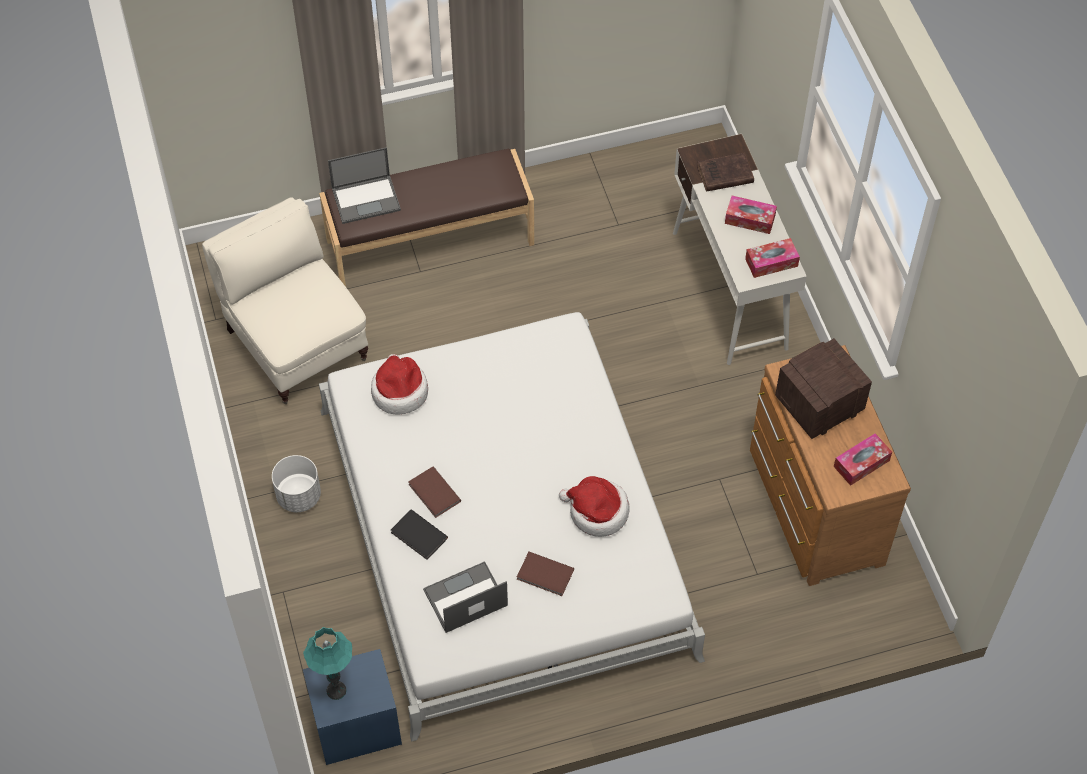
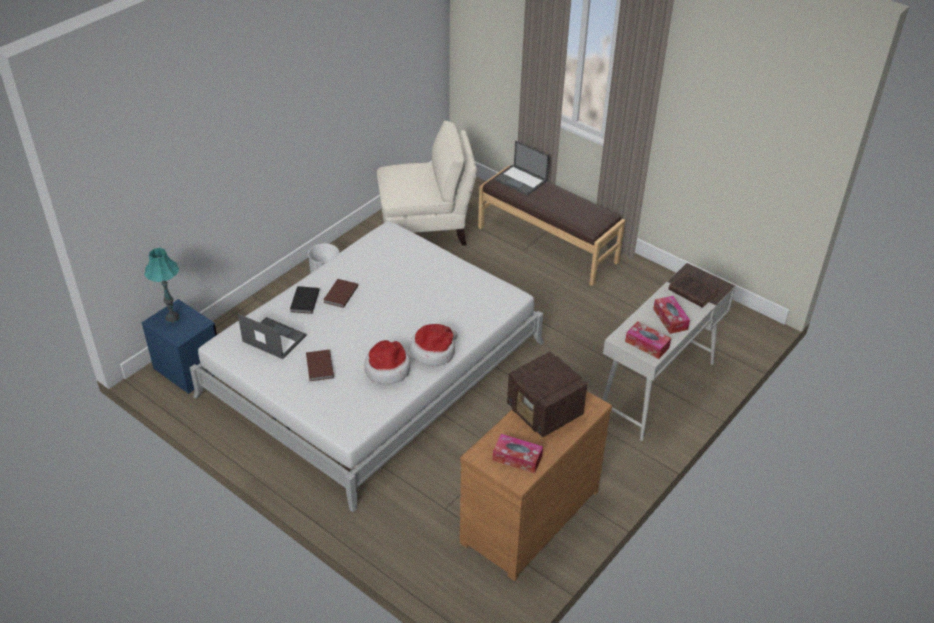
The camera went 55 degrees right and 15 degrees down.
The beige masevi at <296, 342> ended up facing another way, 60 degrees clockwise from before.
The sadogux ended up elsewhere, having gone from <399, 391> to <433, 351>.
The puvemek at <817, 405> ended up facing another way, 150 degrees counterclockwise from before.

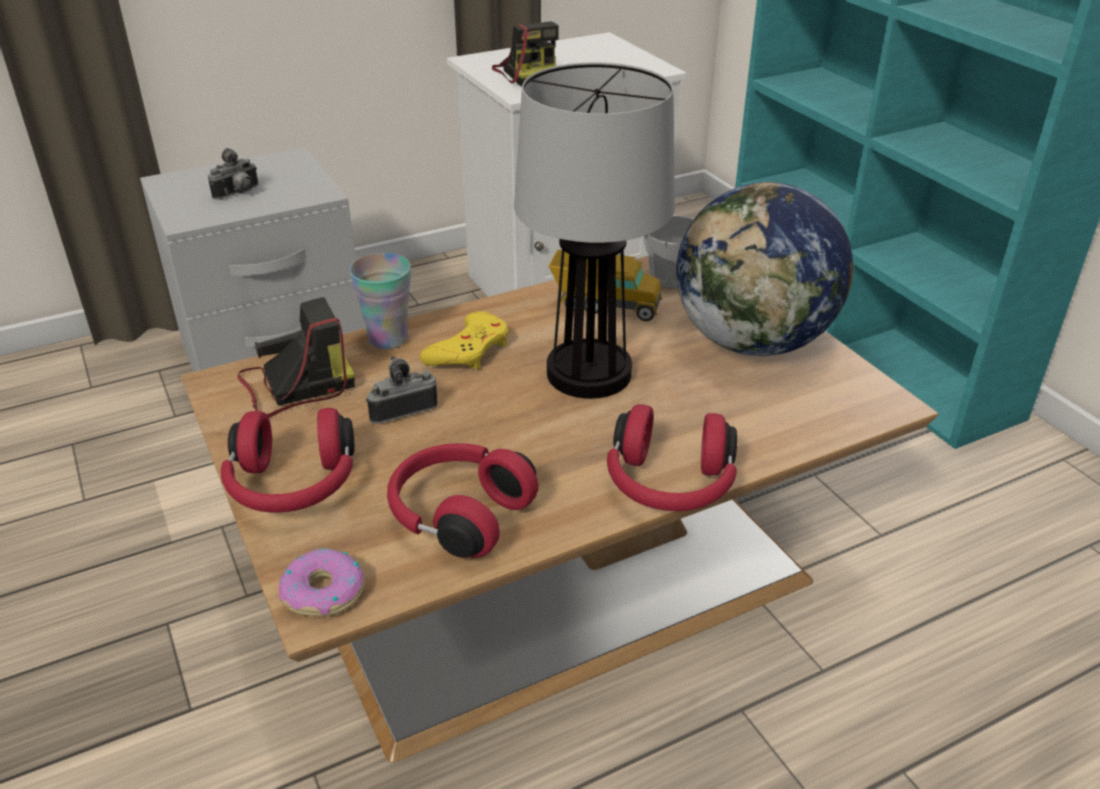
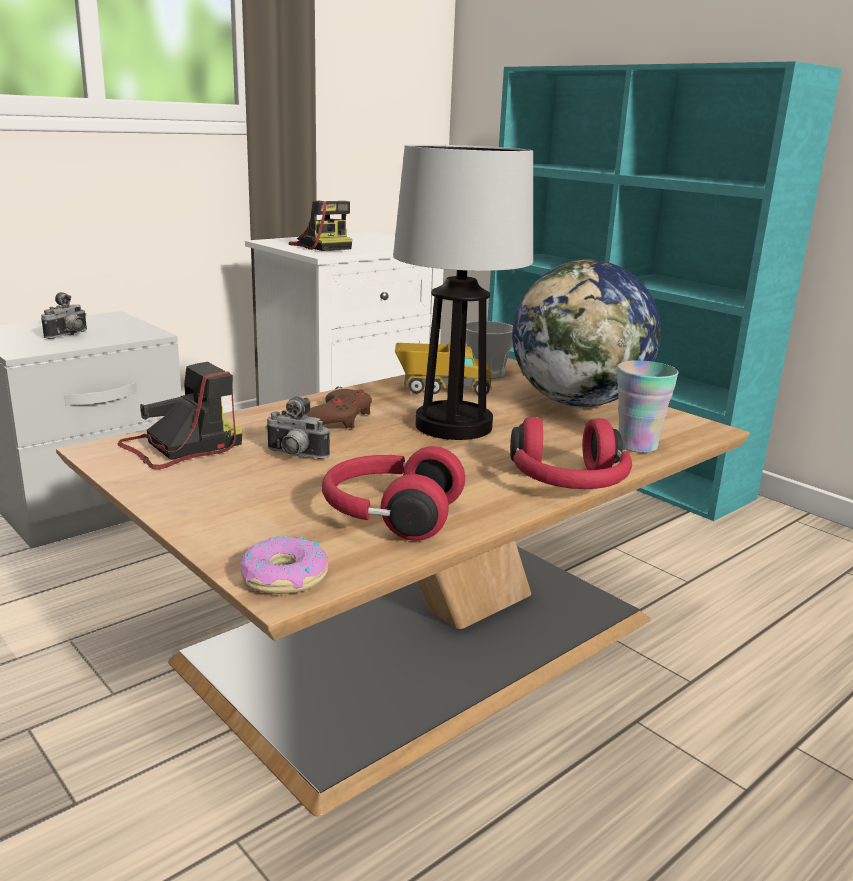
The camera went 15 degrees left and 15 degrees down.
The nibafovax at <401, 409> ended up facing another way, 120 degrees counterclockwise from before.
What was the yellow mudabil at <469, 350> turned into the brown mudabil at <337, 418>.
The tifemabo ended up elsewhere, having gone from <388, 339> to <637, 446>.
The second view lost the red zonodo at <292, 486>.

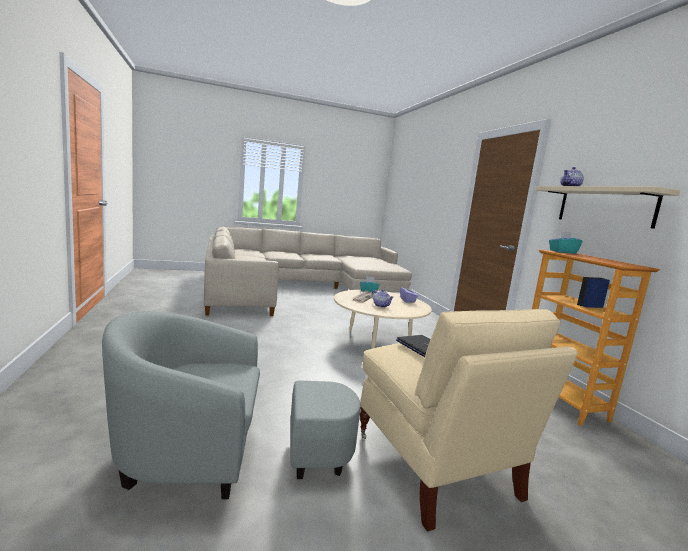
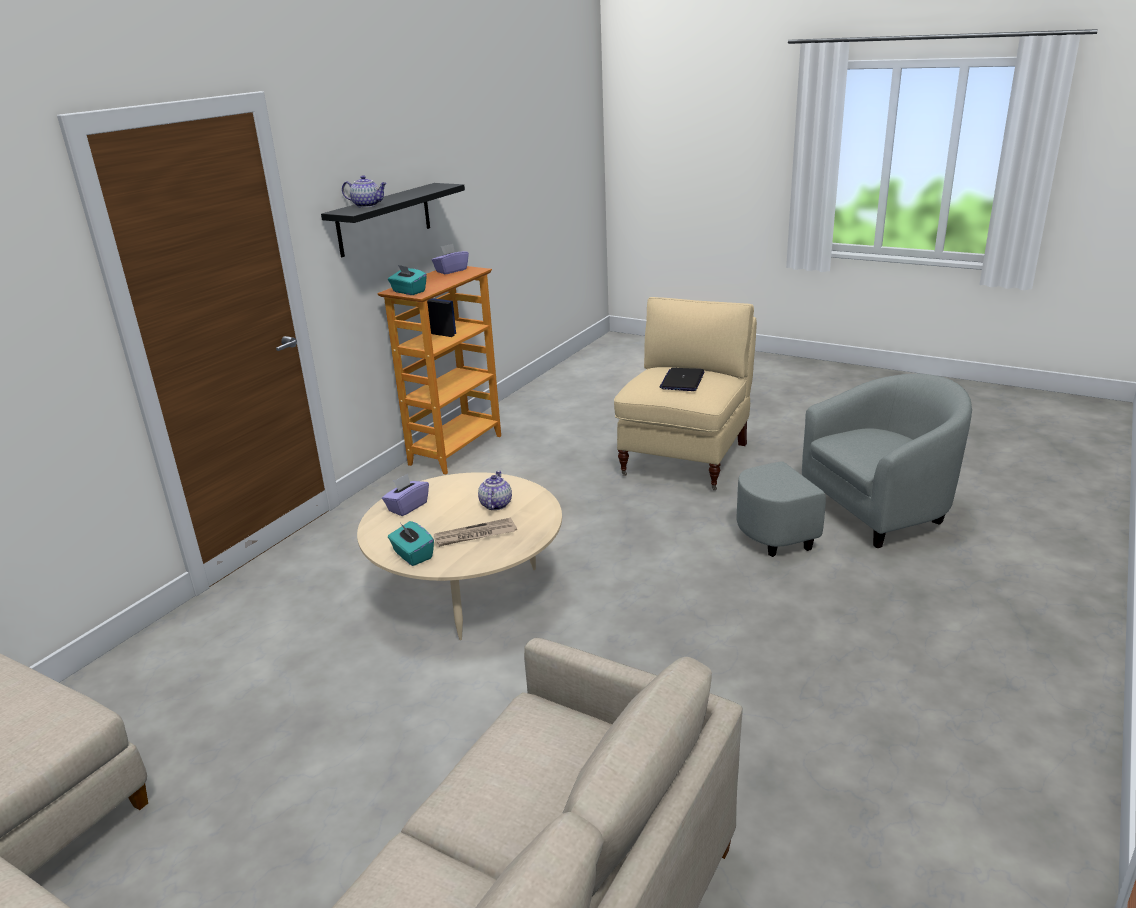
The camera went 130 degrees left and 15 degrees up.
What was the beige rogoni at <605, 206> turned into the black rogoni at <384, 219>.
The second view gained the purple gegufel at <451, 271>.
The grey masevi at <221, 456> ended up facing another way, 60 degrees counterclockwise from before.

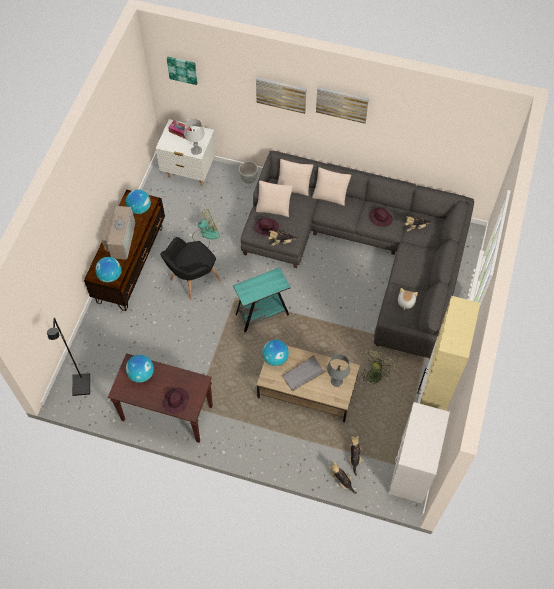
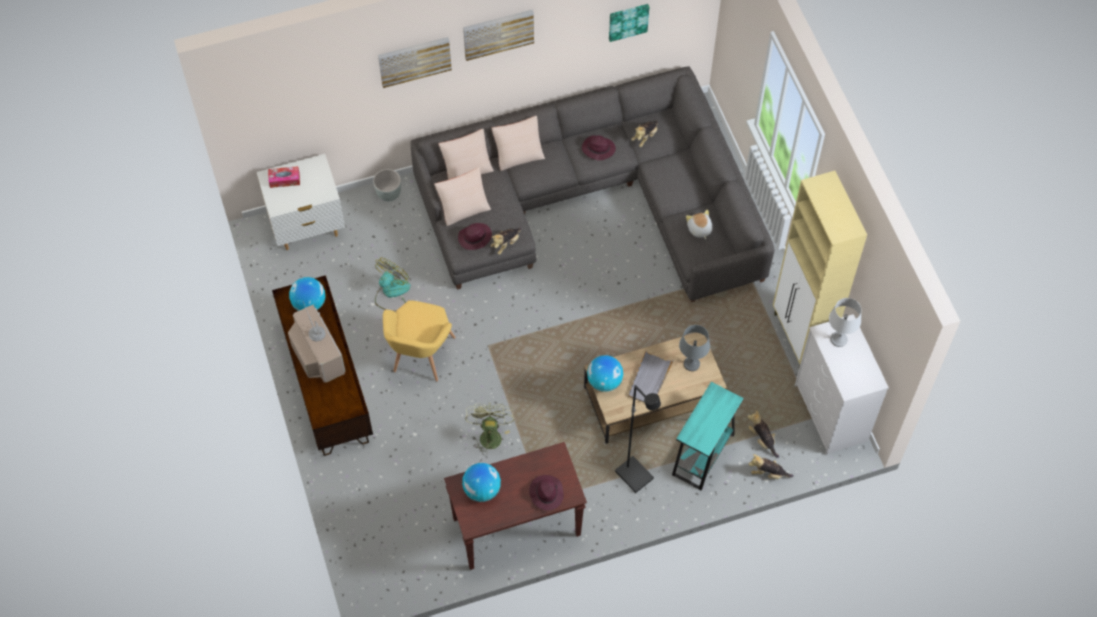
The camera went 35 degrees left and 0 degrees up.
What was the black masevi at <192, 281> turned into the yellow masevi at <420, 358>.
The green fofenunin ended up elsewhere, having gone from <375, 373> to <489, 434>.
The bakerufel ended up elsewhere, having gone from <182, 69> to <628, 21>.
The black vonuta ended up elsewhere, having gone from <82, 385> to <635, 475>.
The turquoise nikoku ended up elsewhere, having gone from <262, 314> to <703, 454>.
The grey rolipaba ended up elsewhere, having gone from <196, 150> to <839, 339>.
The second view lost the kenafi at <110, 276>.

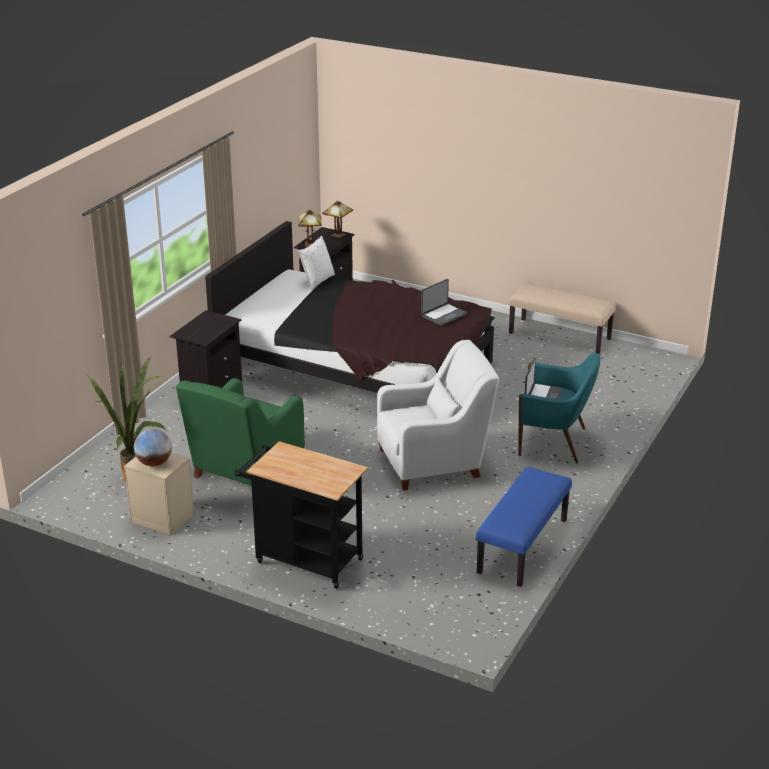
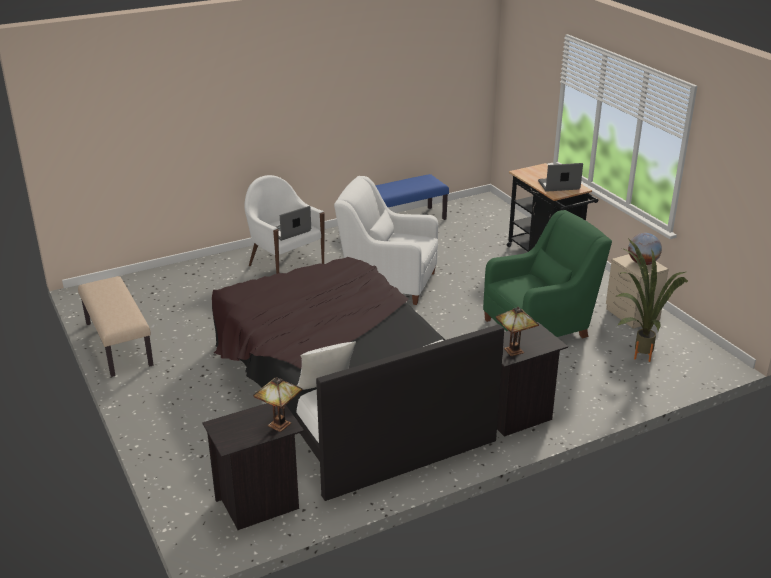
The camera went 145 degrees left and 0 degrees up.
What was the turquoise masevi at <554, 442> turned into the white masevi at <285, 265>.
The rolipaba ended up elsewhere, having gone from <338, 235> to <514, 350>.
The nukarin ended up elsewhere, having gone from <443, 315> to <559, 186>.

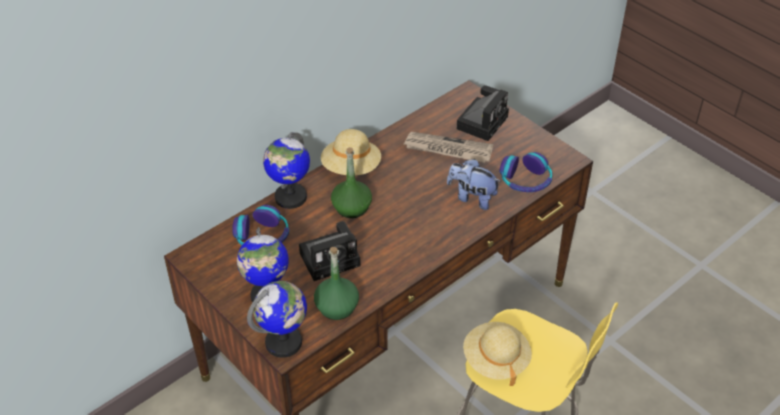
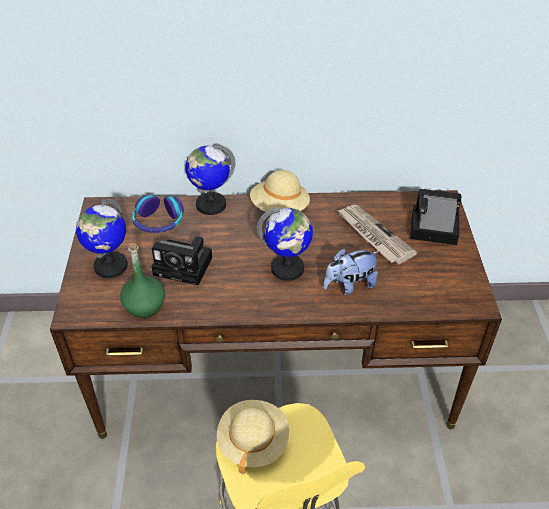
The camera went 40 degrees right and 0 degrees up.
The kenafi ended up elsewhere, having gone from <284, 343> to <287, 269>.
The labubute at <472, 197> ended up facing another way, 90 degrees counterclockwise from before.
The nibafovax at <482, 121> ended up facing another way, 150 degrees counterclockwise from before.
The second view lost the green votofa at <351, 208>.
The second view lost the zonodo at <525, 180>.

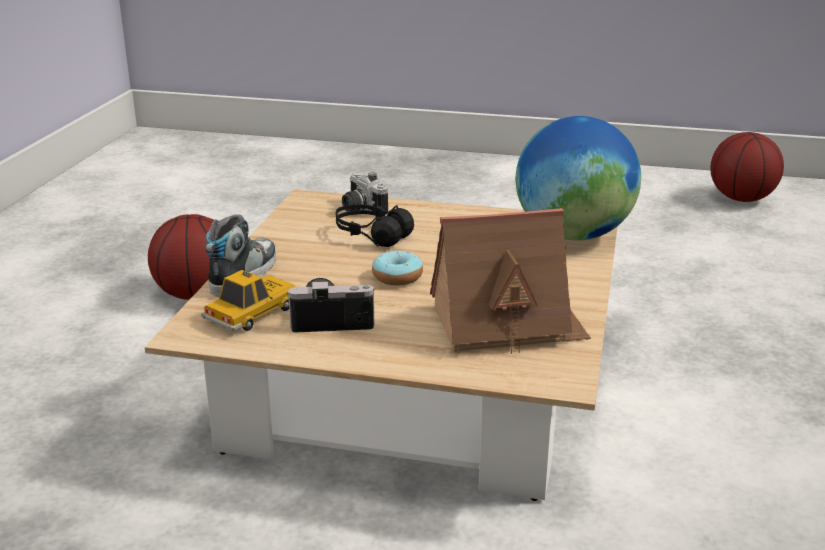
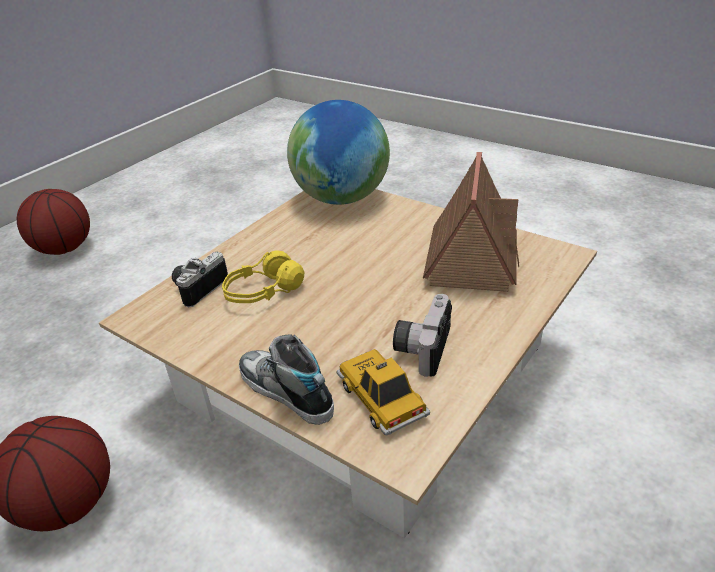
The camera went 65 degrees left and 10 degrees up.
The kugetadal ended up elsewhere, having gone from <741, 198> to <64, 249>.
The nibafovax at <360, 209> ended up facing another way, 135 degrees clockwise from before.
What was the black zonodo at <371, 236> turned into the yellow zonodo at <263, 292>.
The second view lost the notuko at <397, 277>.

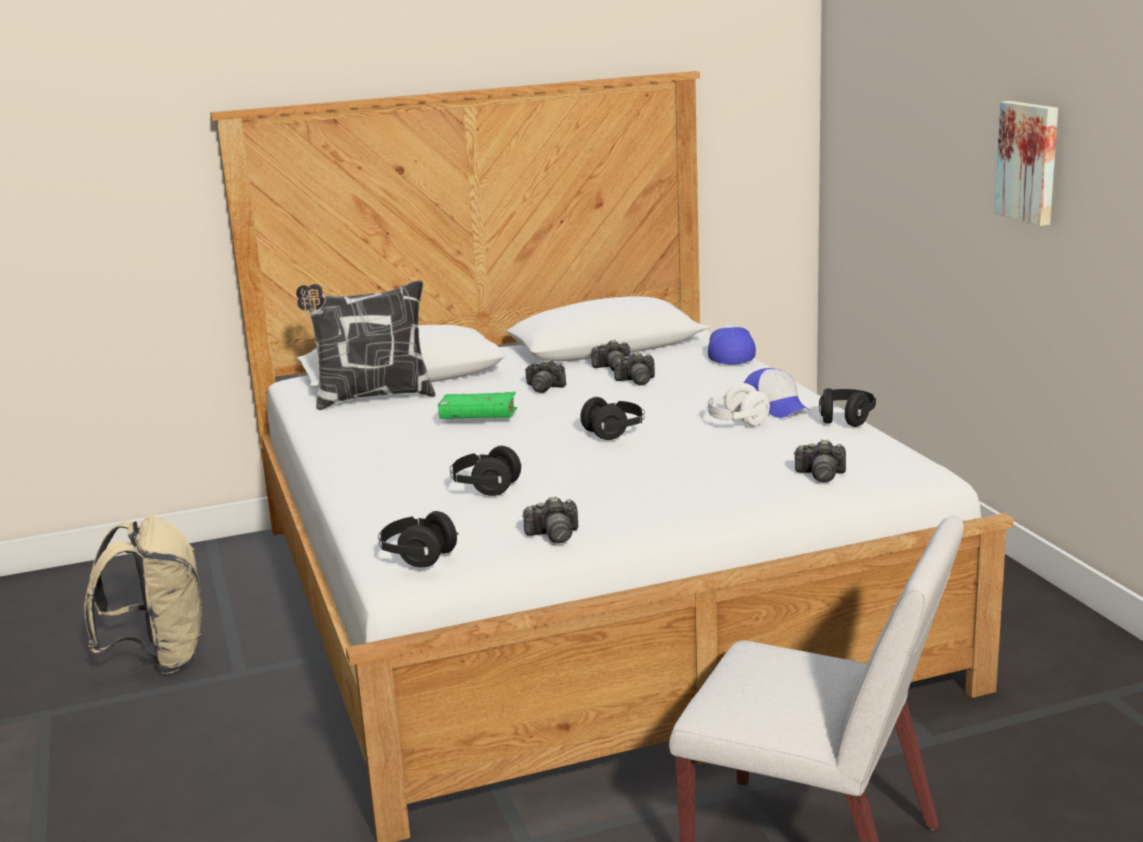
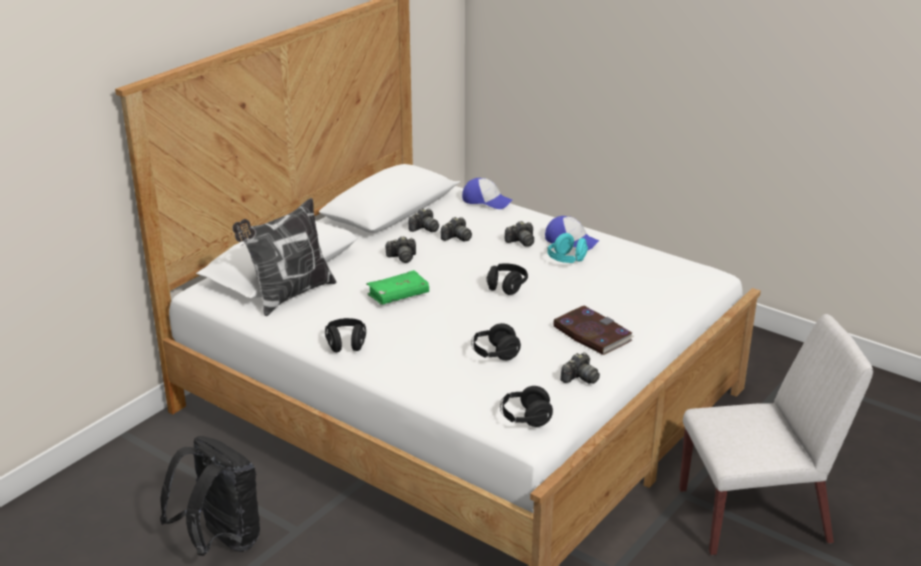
The camera went 35 degrees left and 10 degrees up.
What was the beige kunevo at <159, 658> turned into the black kunevo at <220, 541>.
The black zonodo ended up elsewhere, having gone from <846, 420> to <346, 344>.
The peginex at <729, 354> ended up facing another way, 150 degrees clockwise from before.
The nibafovax ended up elsewhere, having gone from <821, 475> to <521, 242>.
What was the white zonodo at <736, 422> turned into the turquoise zonodo at <567, 260>.
The second view gained the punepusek at <591, 334>.
The second view lost the bakerufel at <1029, 162>.

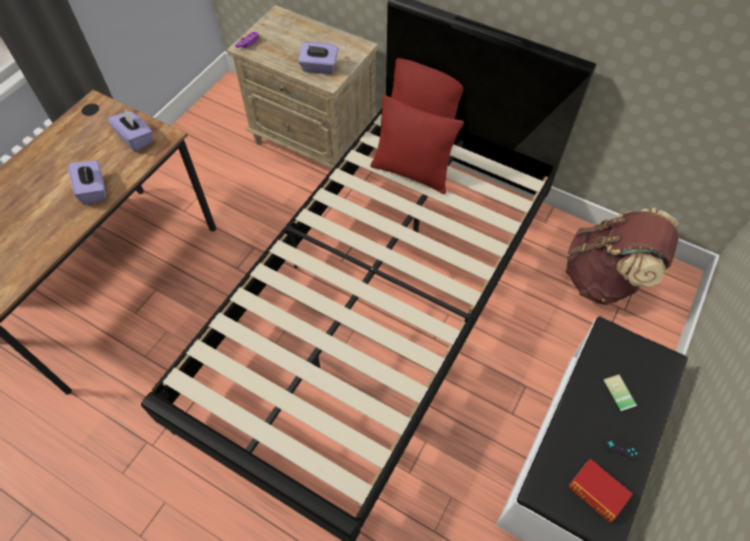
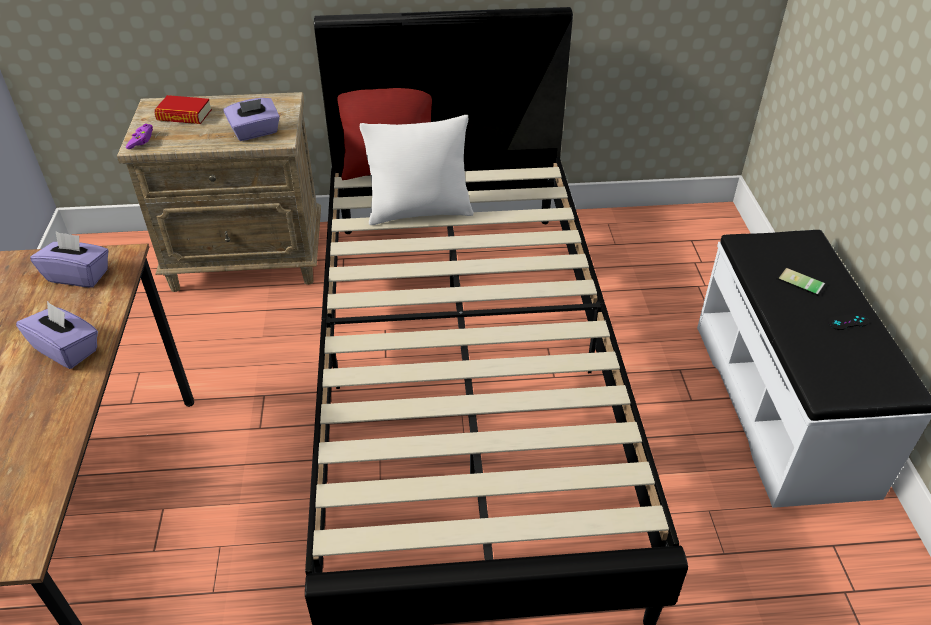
The camera went 35 degrees left and 15 degrees down.
The punepusek ended up elsewhere, having gone from <597, 492> to <184, 115>.
What was the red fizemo at <412, 172> turned into the white fizemo at <420, 212>.
The second view lost the brown kunevo at <604, 278>.

